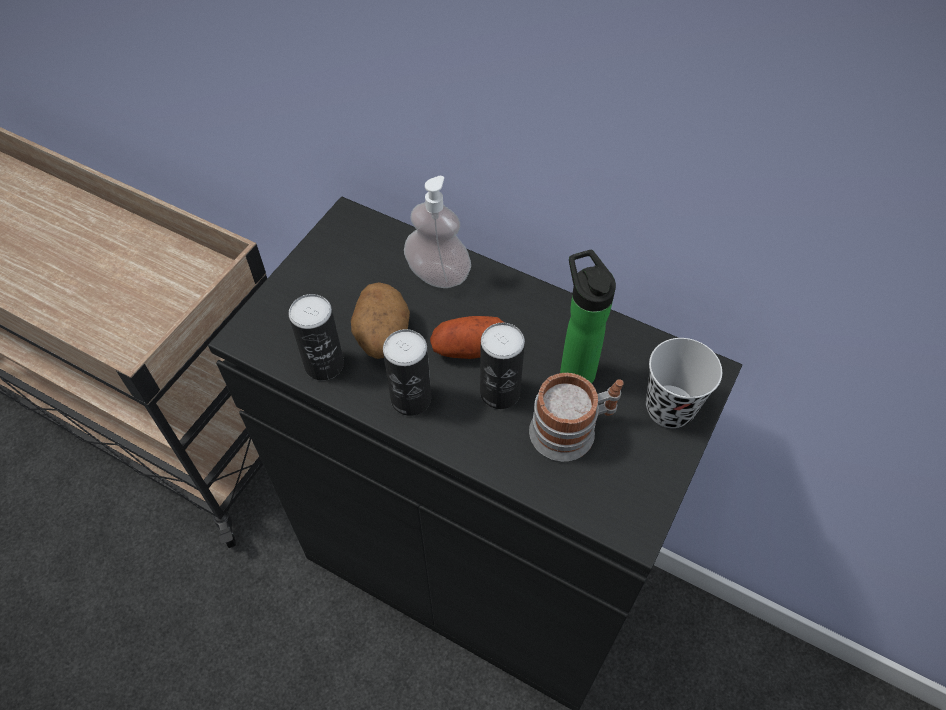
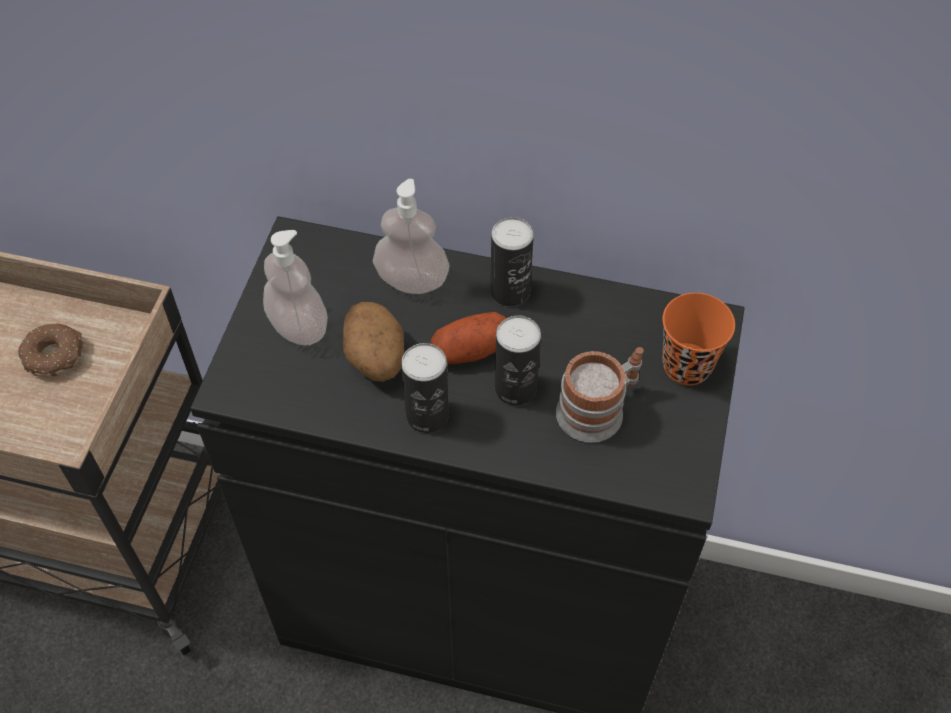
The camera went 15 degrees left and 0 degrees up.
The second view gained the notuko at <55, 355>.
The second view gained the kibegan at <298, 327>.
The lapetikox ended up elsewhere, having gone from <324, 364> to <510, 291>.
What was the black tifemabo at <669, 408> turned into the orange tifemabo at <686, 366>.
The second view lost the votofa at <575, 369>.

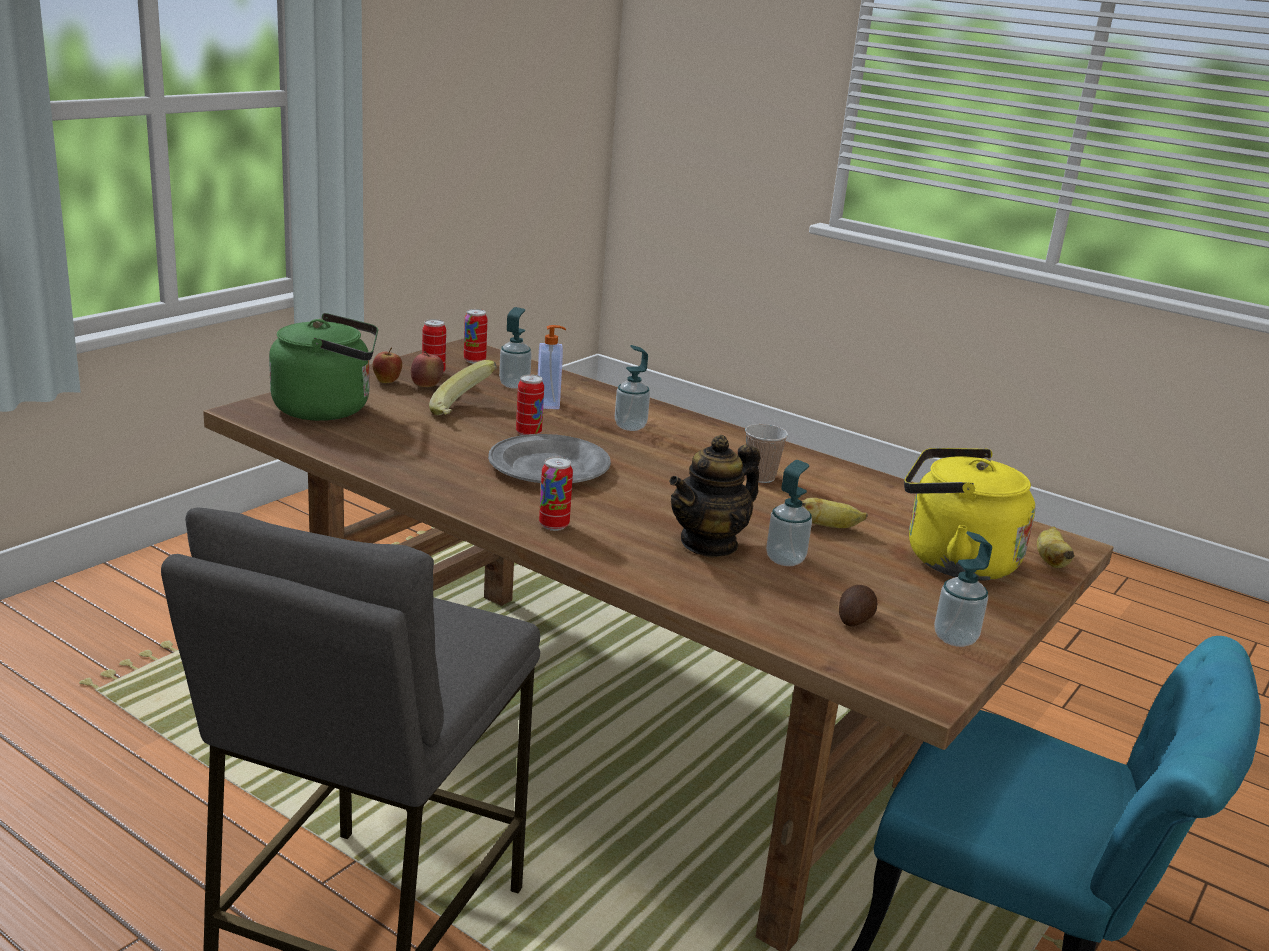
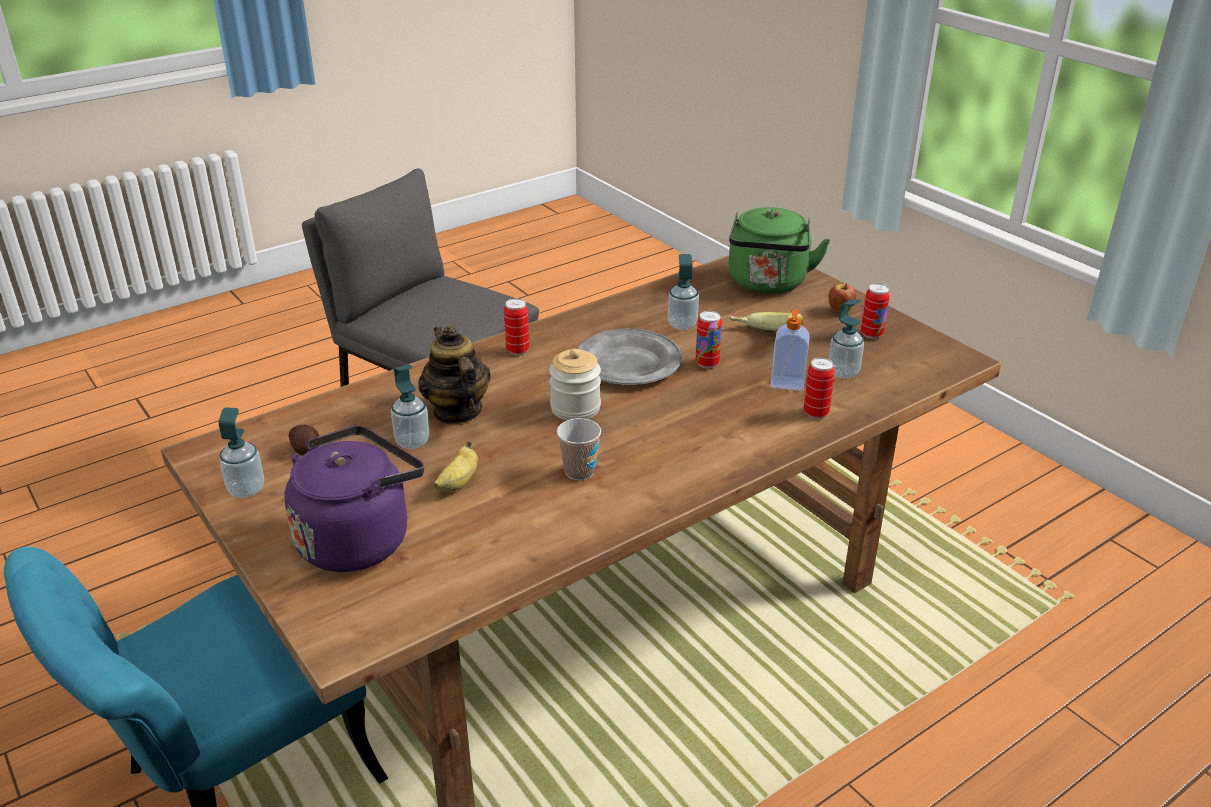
The camera went 110 degrees right and 10 degrees up.
What was the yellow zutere at <952, 560> turned into the purple zutere at <358, 539>.
The second view gained the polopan at <575, 408>.
The kibegan ended up elsewhere, having gone from <630, 426> to <682, 324>.
The lapetikox ended up elsewhere, having gone from <474, 360> to <816, 413>.
The second view lost the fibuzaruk at <426, 386>.
The second view lost the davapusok at <1050, 561>.

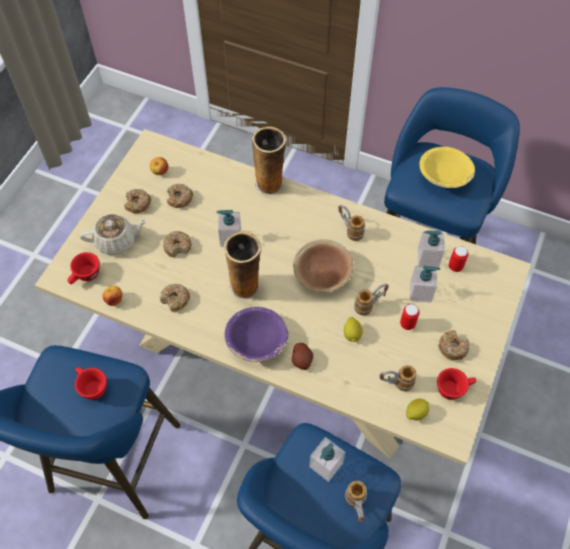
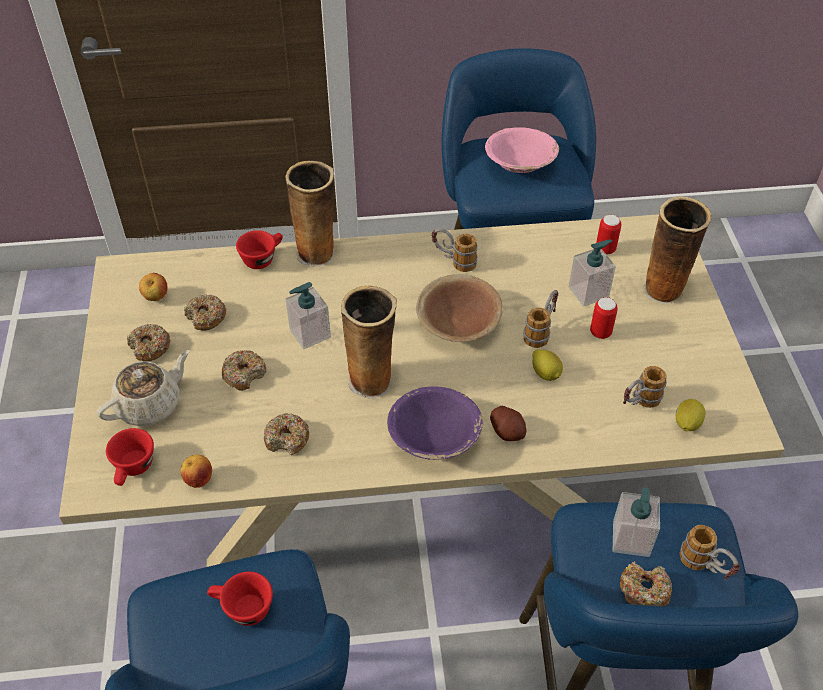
The camera went 30 degrees left and 10 degrees down.
The red tifemabo ended up elsewhere, having gone from <453, 388> to <262, 258>.
What was the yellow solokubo at <444, 176> turned into the pink solokubo at <520, 164>.
The notuko ended up elsewhere, having gone from <452, 347> to <644, 591>.
The second view gained the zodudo at <664, 291>.
The second view lost the kibegan at <428, 258>.

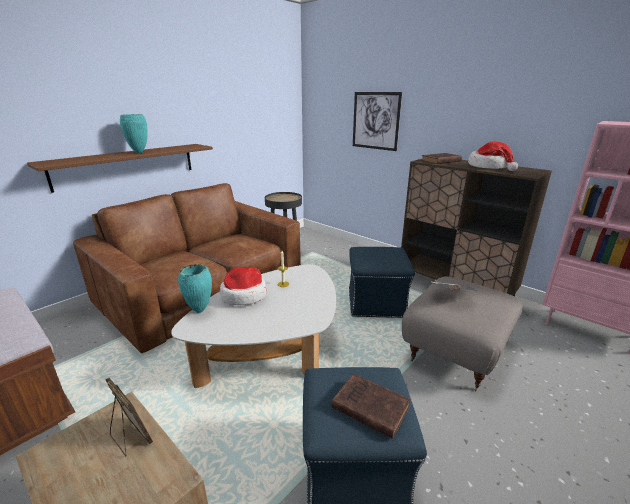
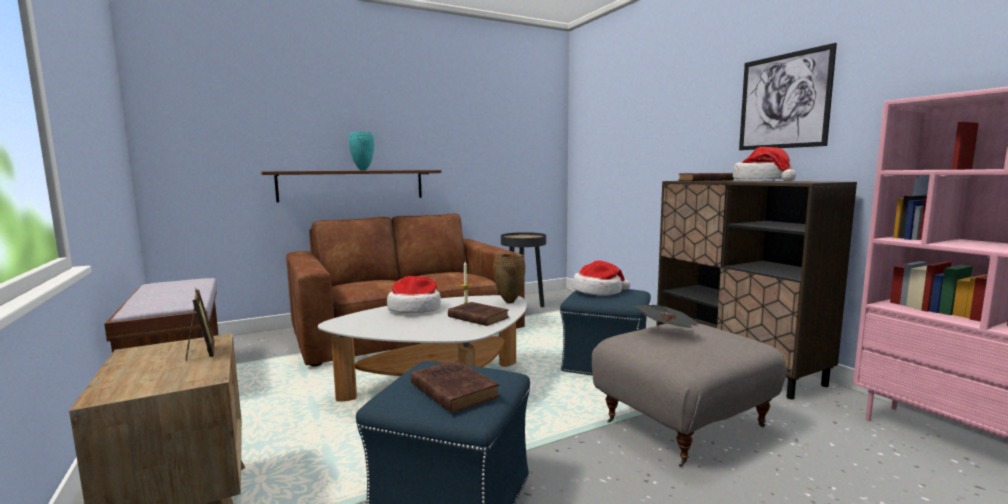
The camera went 20 degrees right and 15 degrees down.
The second view gained the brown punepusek at <477, 317>.
The second view gained the brown zodudo at <509, 302>.
The second view gained the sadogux at <598, 291>.
The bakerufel ended up elsewhere, having gone from <375, 121> to <783, 101>.
The second view lost the turquoise zodudo at <200, 311>.

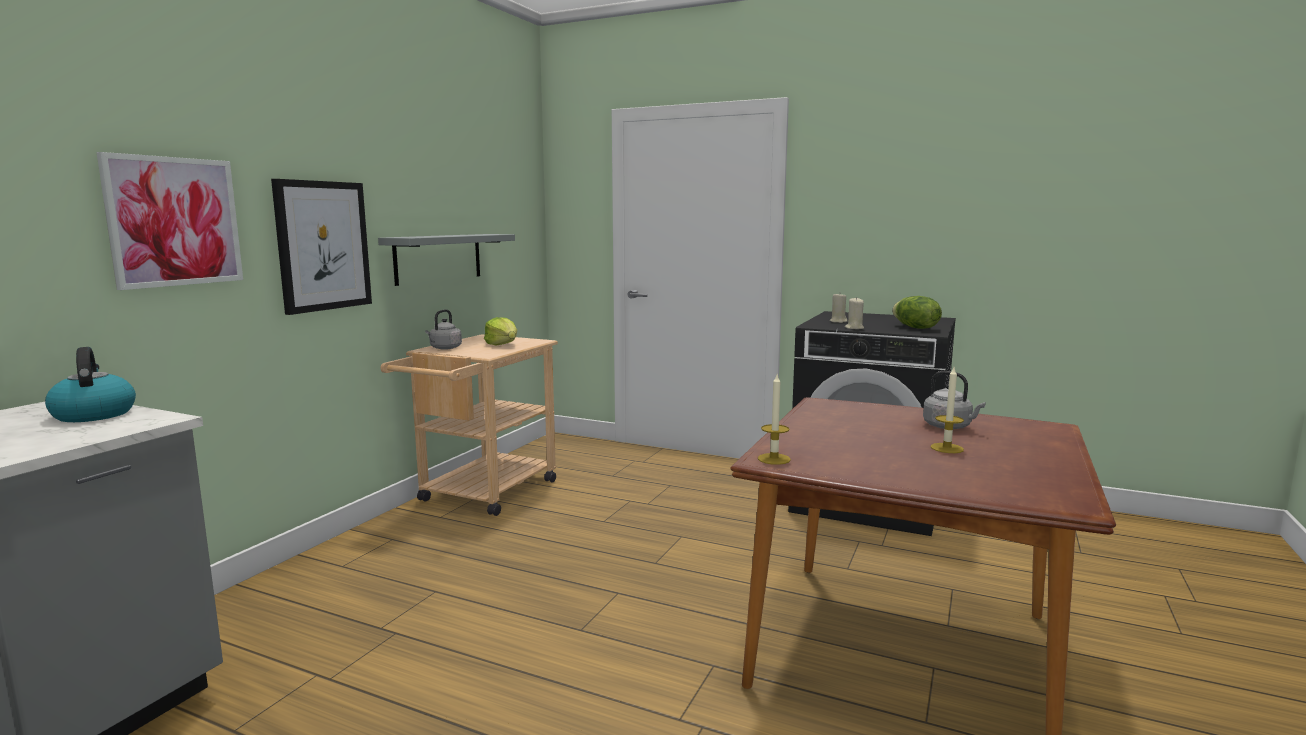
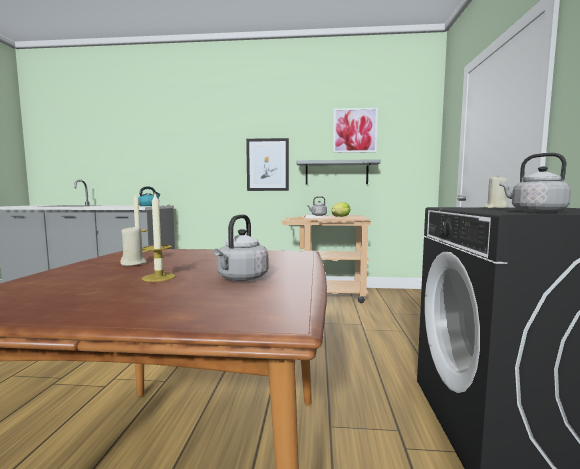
The camera went 70 degrees right and 5 degrees down.
The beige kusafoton ended up elsewhere, having gone from <854, 328> to <133, 263>.
The bakerufel ended up elsewhere, having gone from <174, 221> to <355, 130>.
Where the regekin stood at <914, 327>, the grey zutere came to stand at <534, 211>.

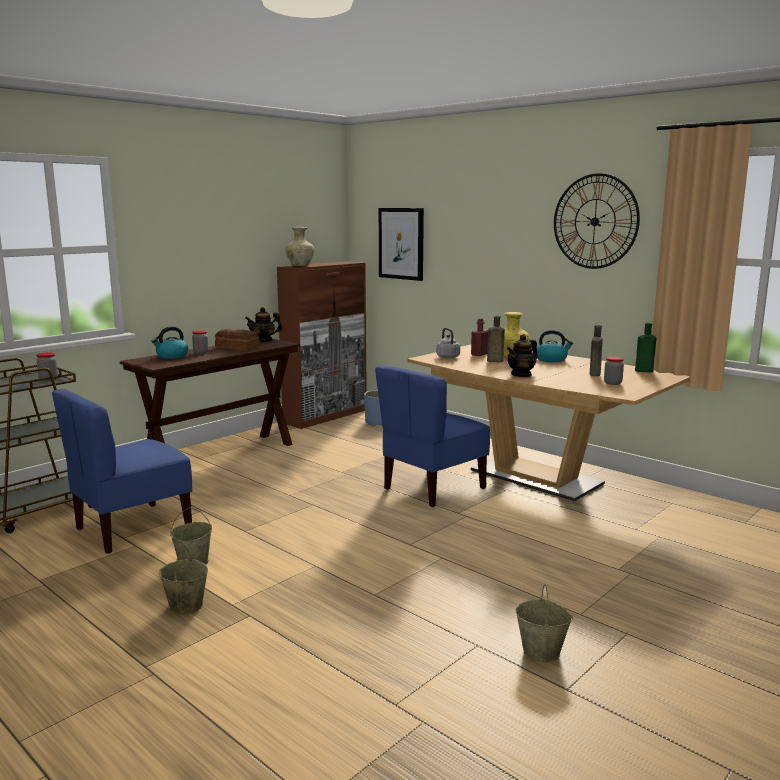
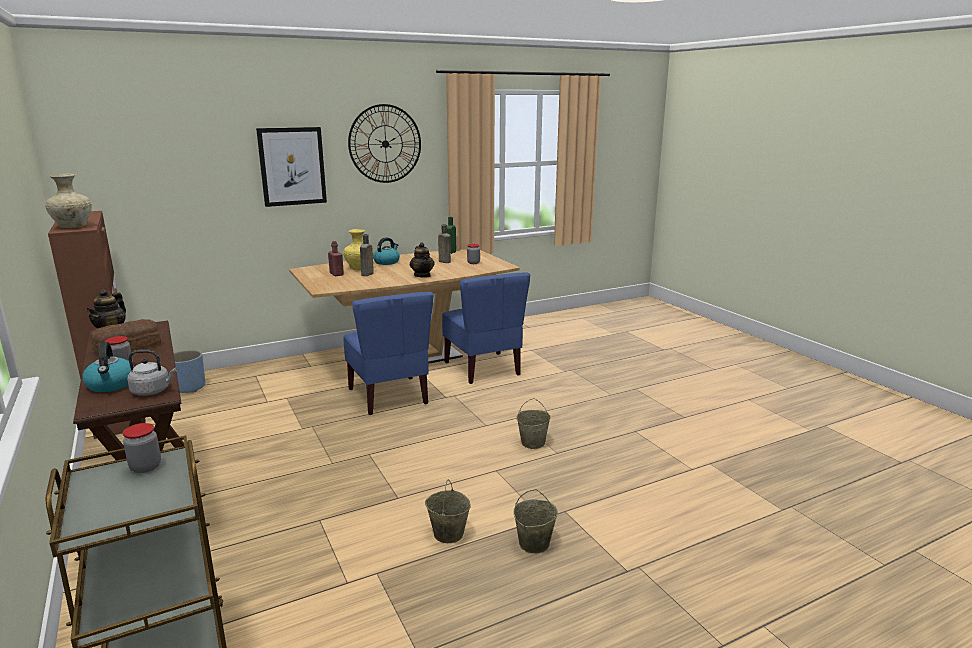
The camera went 70 degrees left and 5 degrees up.
The grey zutere ended up elsewhere, having gone from <448, 357> to <153, 391>.
The bakerufel ended up elsewhere, having gone from <401, 243> to <292, 166>.
The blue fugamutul ended up elsewhere, having gone from <132, 529> to <483, 368>.
The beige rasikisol ended up elsewhere, having gone from <542, 652> to <533, 443>.

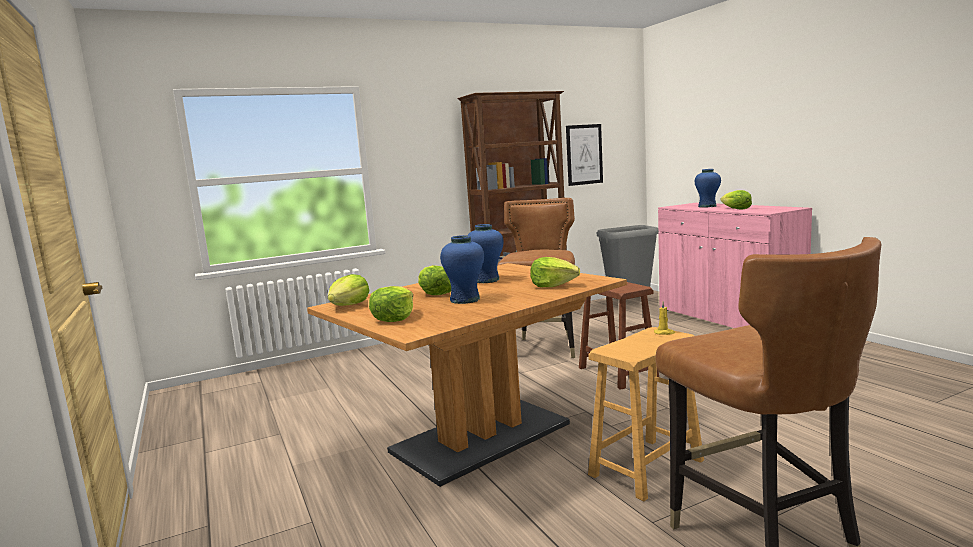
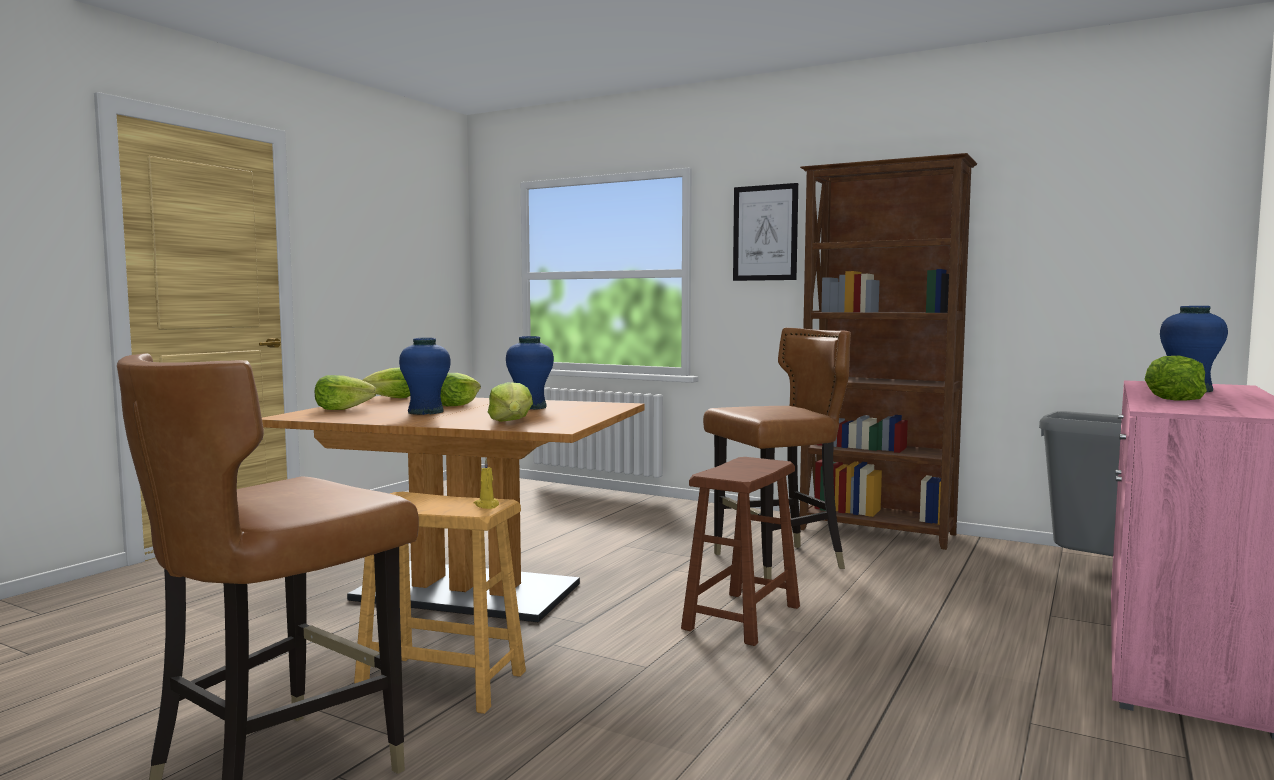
The camera went 55 degrees right and 5 degrees down.
The bakerufel ended up elsewhere, having gone from <584, 154> to <765, 233>.

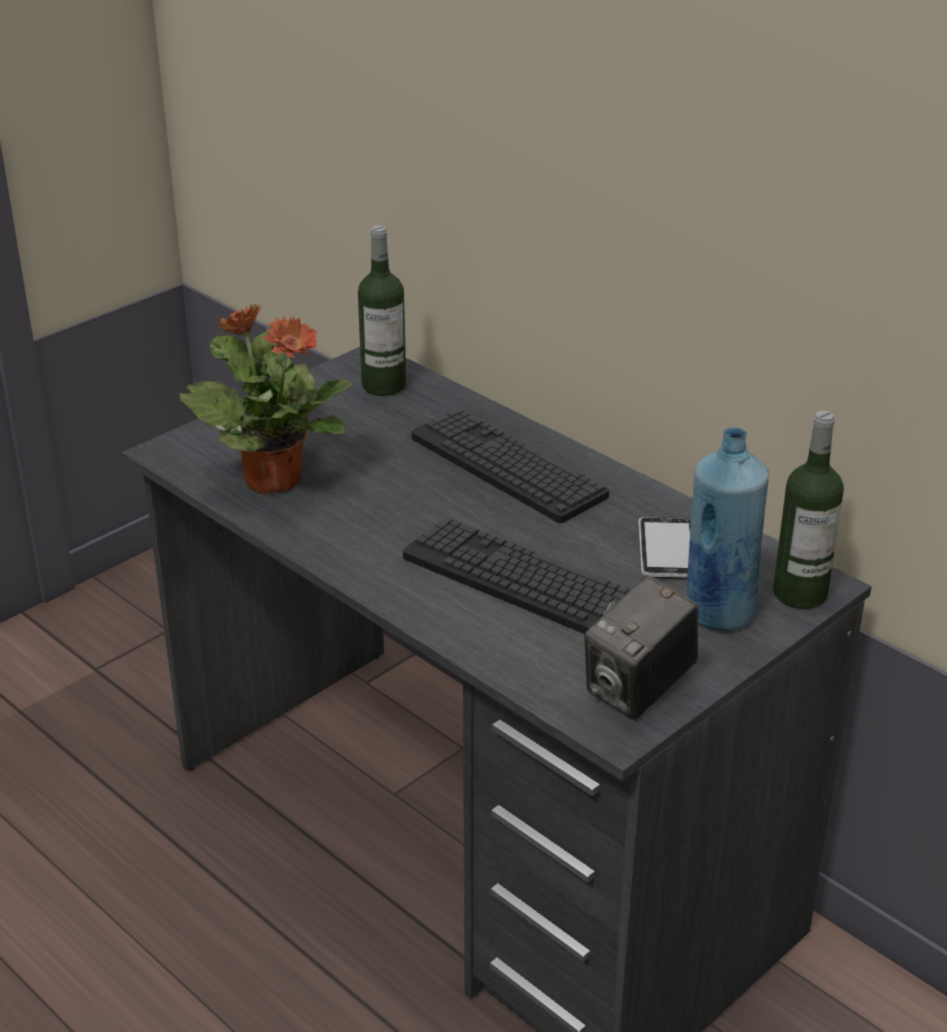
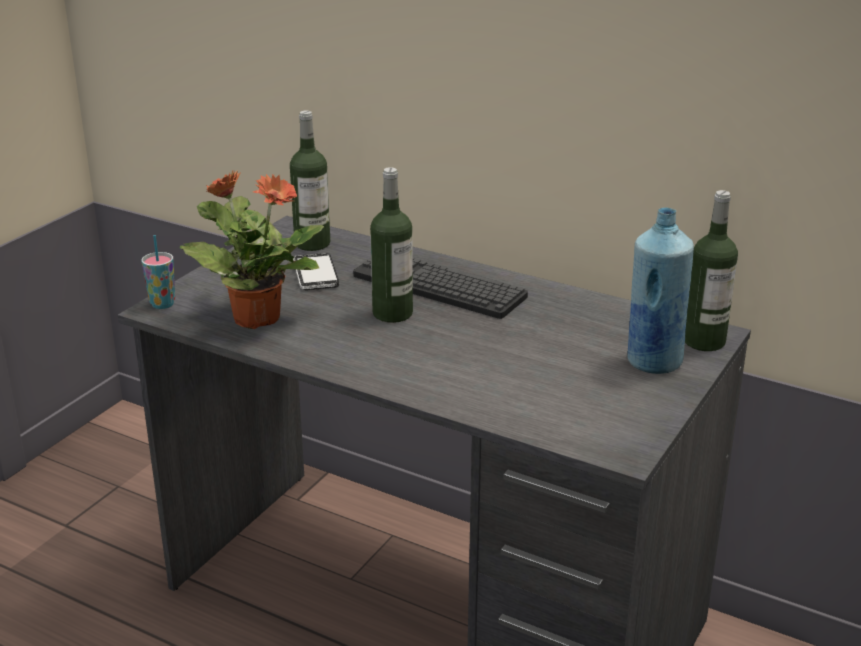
The camera went 15 degrees left and 5 degrees down.
The second view gained the tifemabo at <162, 304>.
The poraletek ended up elsewhere, having gone from <666, 551> to <315, 274>.
The second view gained the votofa at <392, 313>.
The second view lost the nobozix at <520, 579>.
The second view lost the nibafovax at <639, 690>.

